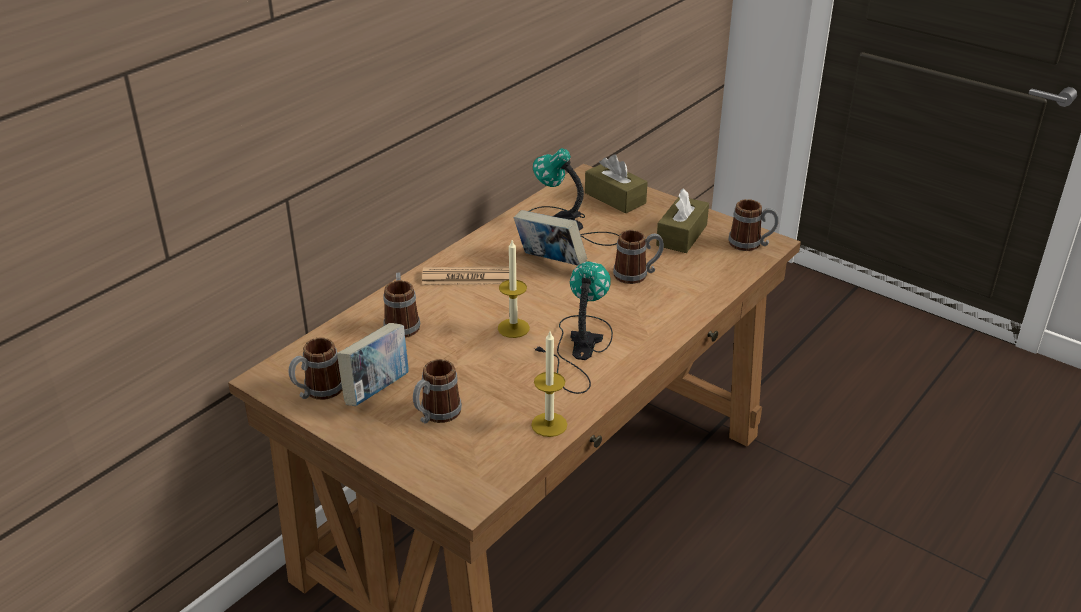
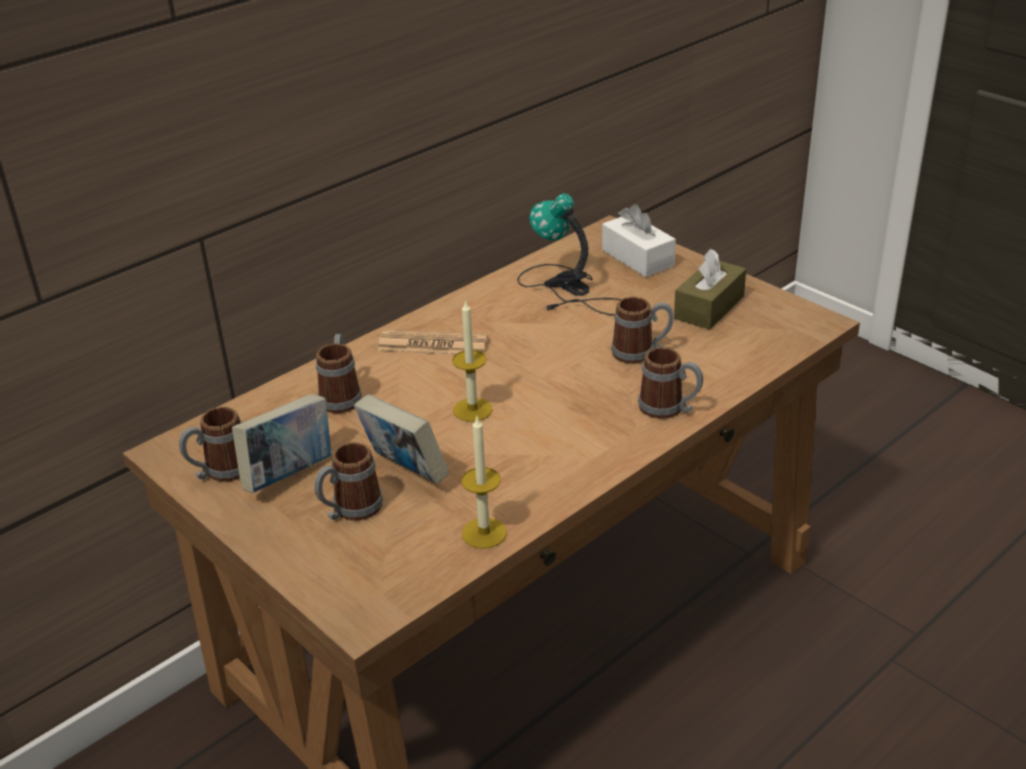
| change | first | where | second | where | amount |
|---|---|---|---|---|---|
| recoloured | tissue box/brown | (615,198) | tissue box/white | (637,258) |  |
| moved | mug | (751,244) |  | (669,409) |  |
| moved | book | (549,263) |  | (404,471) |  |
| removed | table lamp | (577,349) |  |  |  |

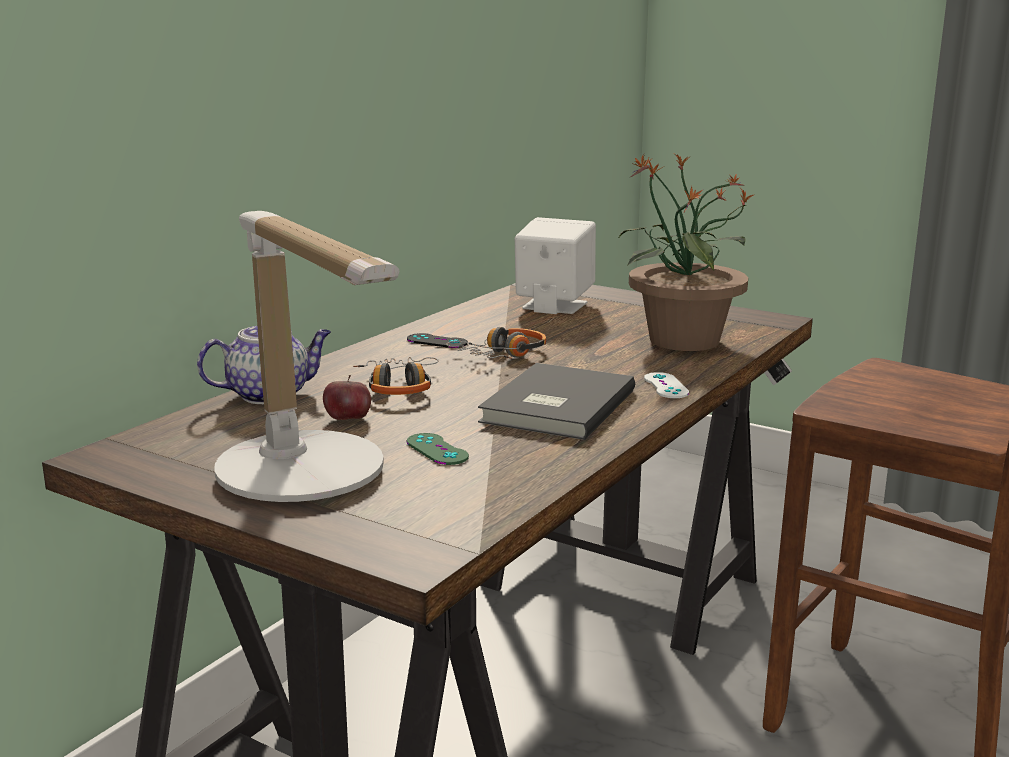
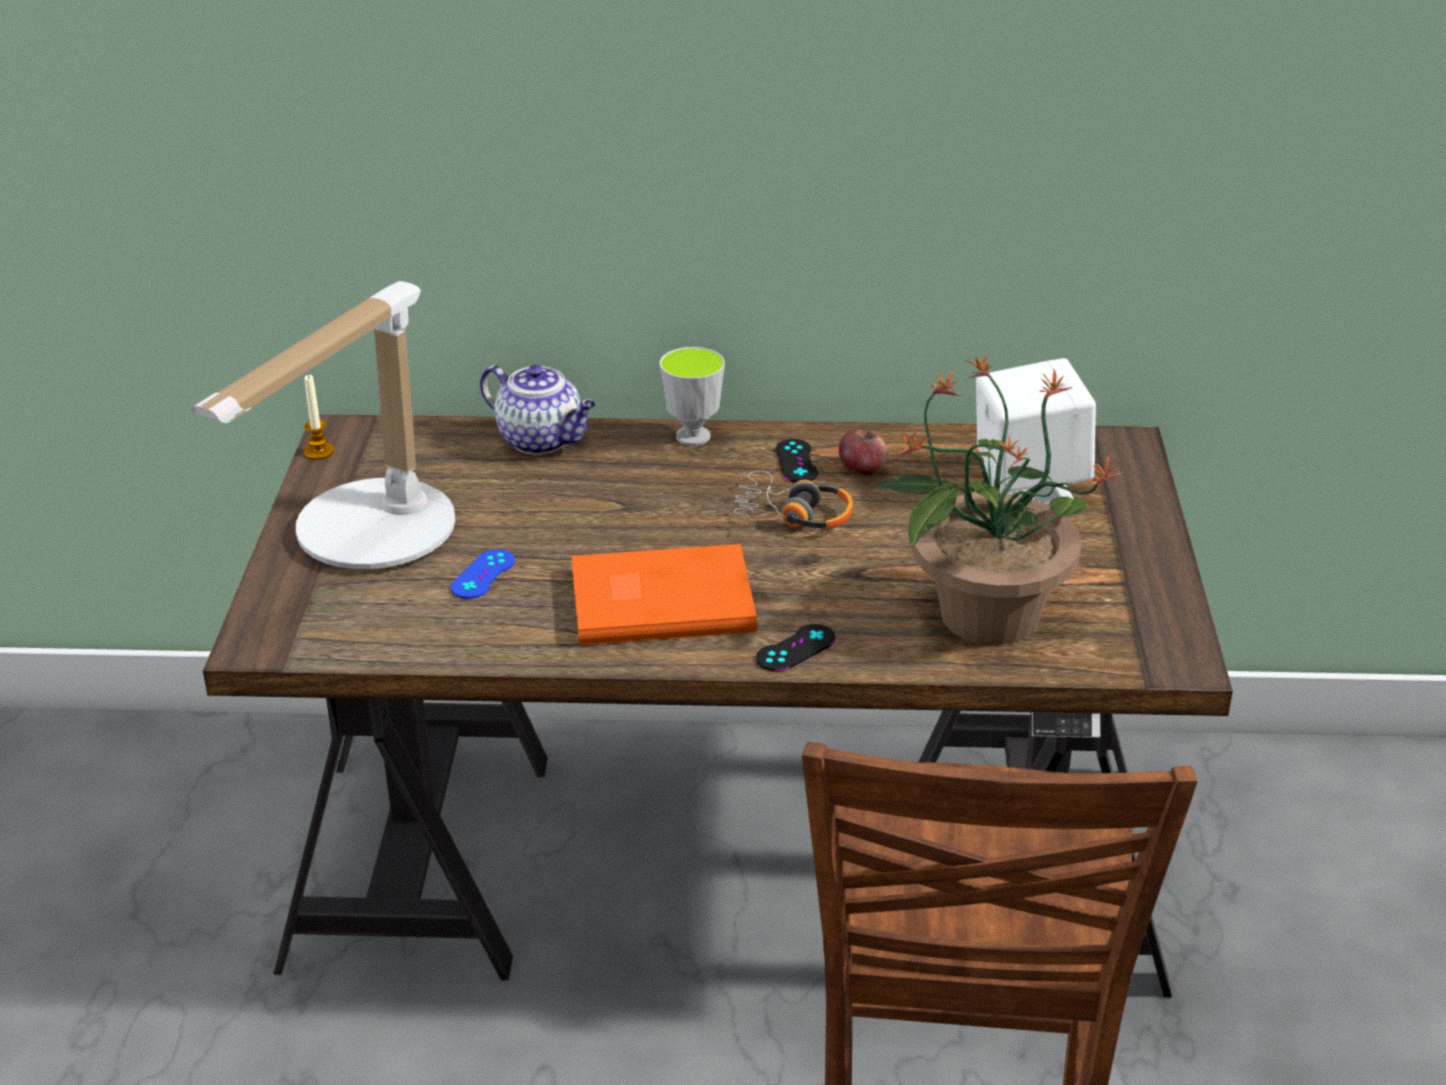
| change | first | where | second | where | amount |
|---|---|---|---|---|---|
| removed | headphones | (399,387) |  |  |  |
| recoloured | book/grey | (554,406) | book/orange | (659,598) |  |
| recoloured | game controller/white | (666,386) | game controller/black | (796,648) |  |
| moved | apple | (348,419) |  | (862,470) |  |
| recoloured | game controller/green | (437,449) | game controller/blue | (483,574) |  |
| added |  |  | cup | (693,436) |  |
| added |  |  | candle | (319,452) |  |

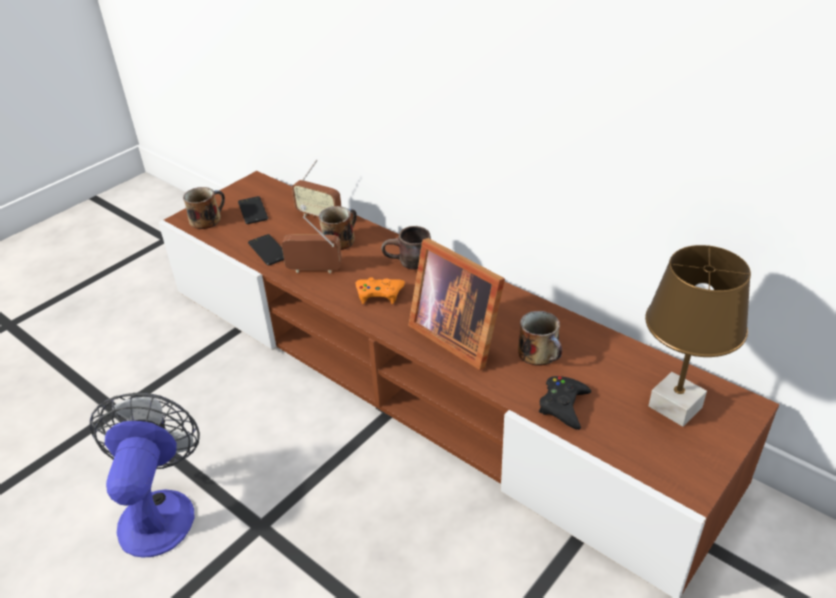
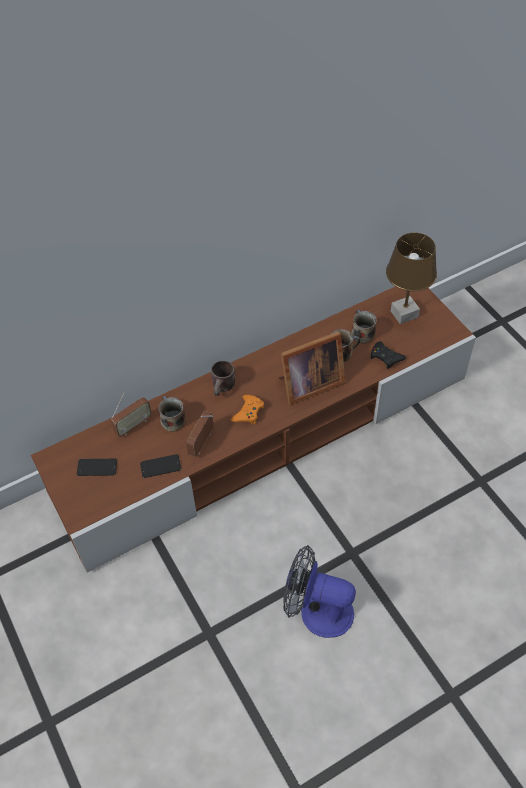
| change | first | where | second | where | amount |
|---|---|---|---|---|---|
| moved | mug | (207,219) |  | (362,333) |  |

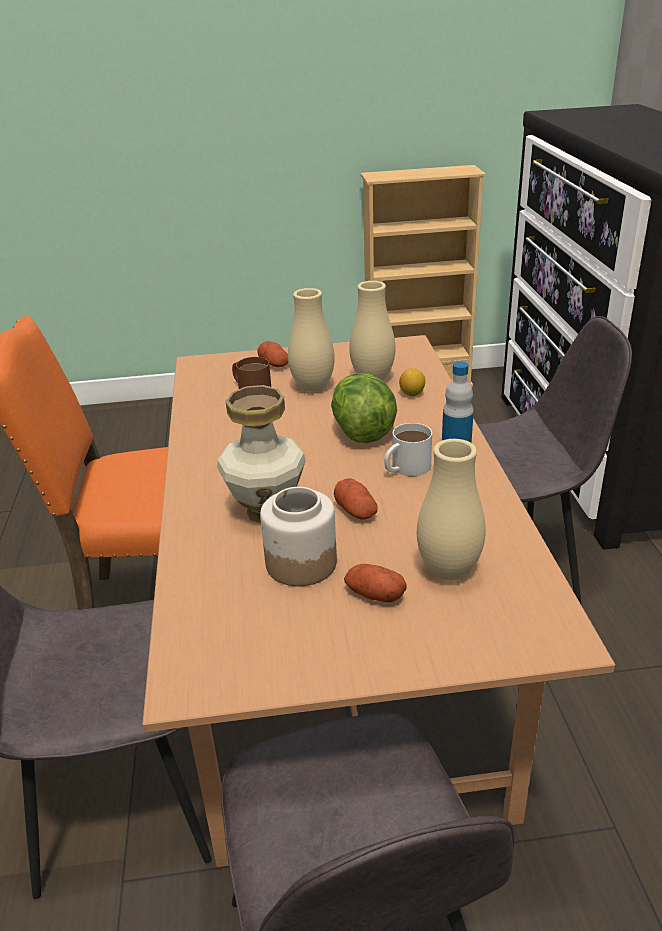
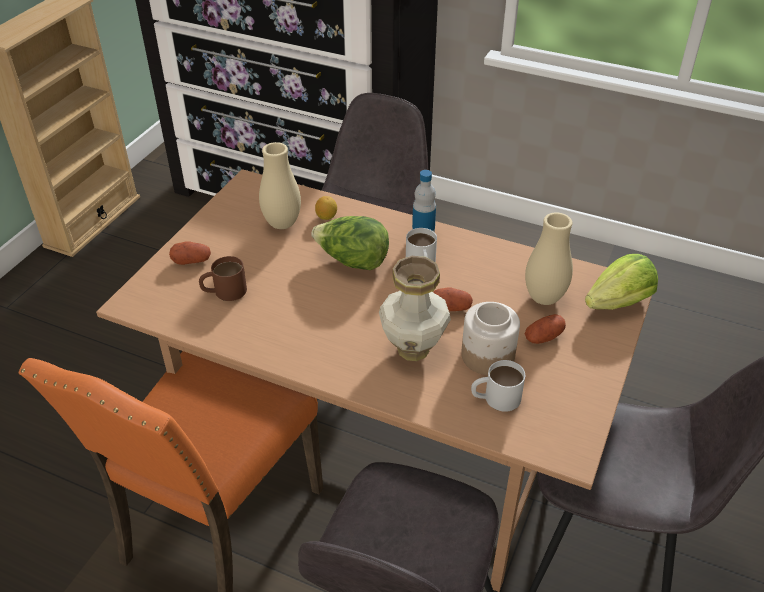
| change | first | where | second | where | amount |
|---|---|---|---|---|---|
| removed | vase/beige | (313,388) |  |  |  |
| added |  |  | lettuce | (618,302) |  |
| added |  |  | mug/white | (495,398) |  |

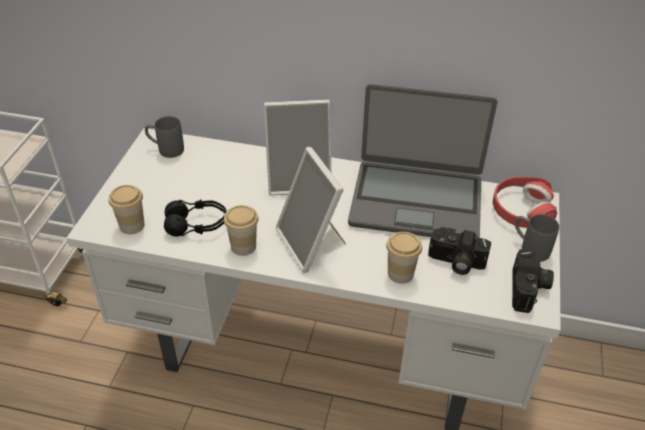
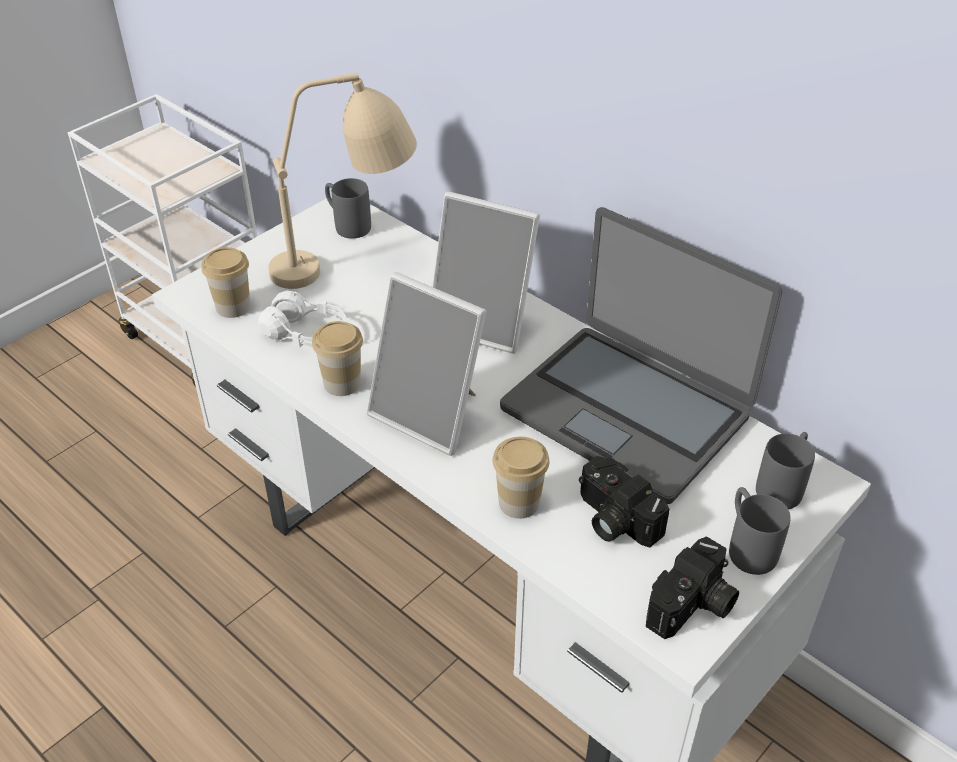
| change | first | where | second | where | amount |
|---|---|---|---|---|---|
| turned | picture frame | (312,244) |  | (431,414) | 60 degrees counterclockwise |
| replaced | headphones/red | (521,210) | mug/grey | (783,485) |  |
| recoloured | headphones/black | (197,225) | headphones/white | (308,334) |  |
| added |  |  | table lamp/beige | (350,265) |  |

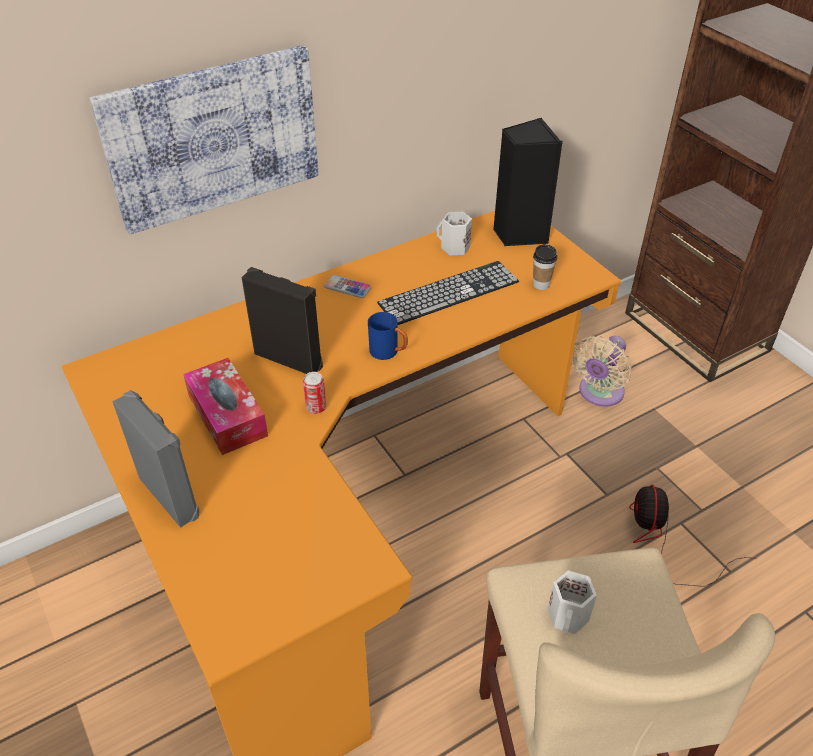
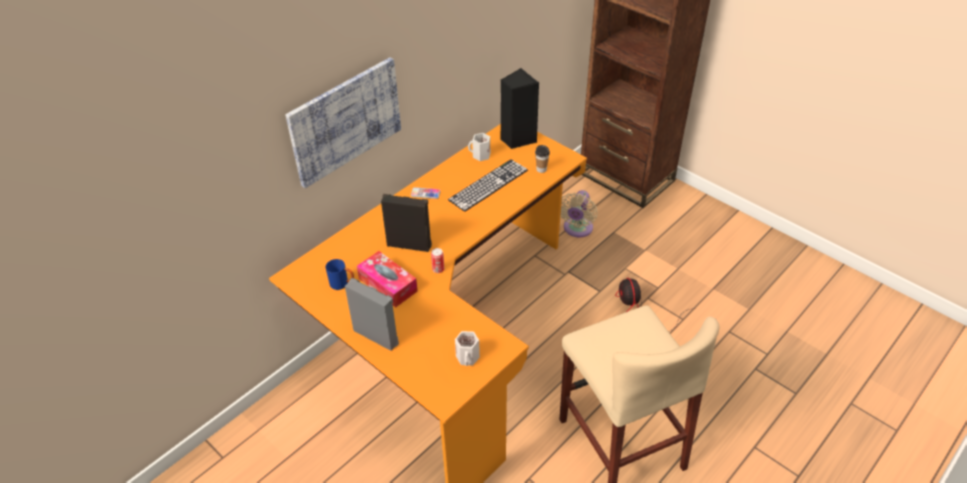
| change | first | where | second | where | amount |
|---|---|---|---|---|---|
| moved | mug/blue | (388,352) |  | (342,284) |  |
| moved | mug/white | (569,617) |  | (468,357) |  |

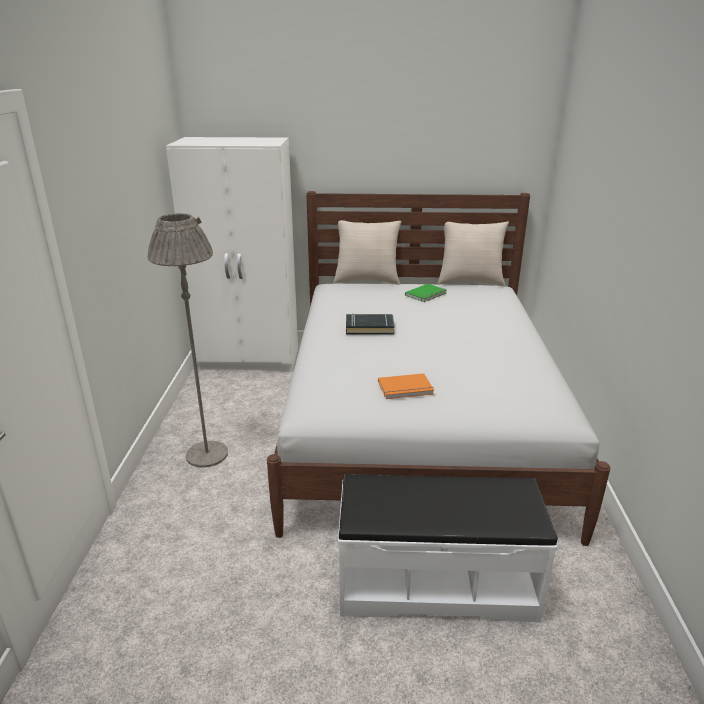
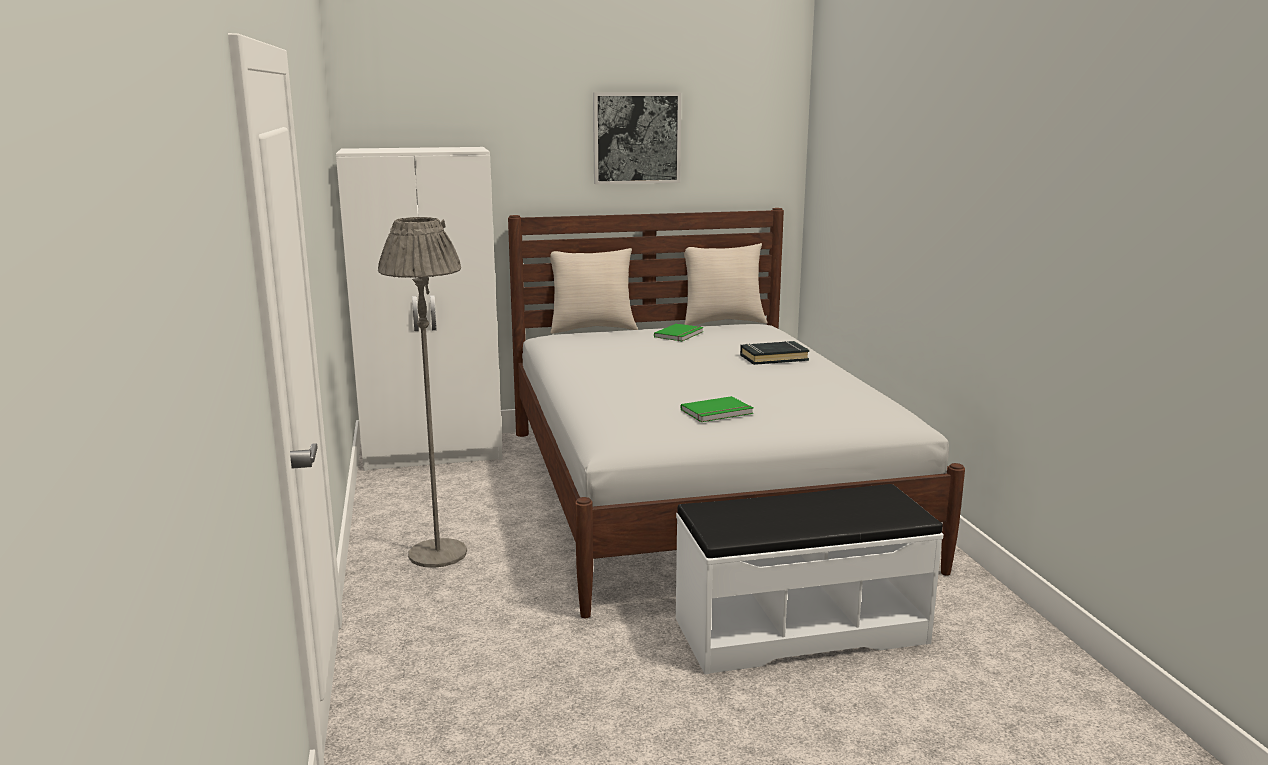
| change | first | where | second | where | amount |
|---|---|---|---|---|---|
| moved | book/black | (369,328) |  | (773,357) |  |
| recoloured | book/orange | (406,389) | book/green | (718,412) |  |
| added |  |  | picture | (636,138) |  |

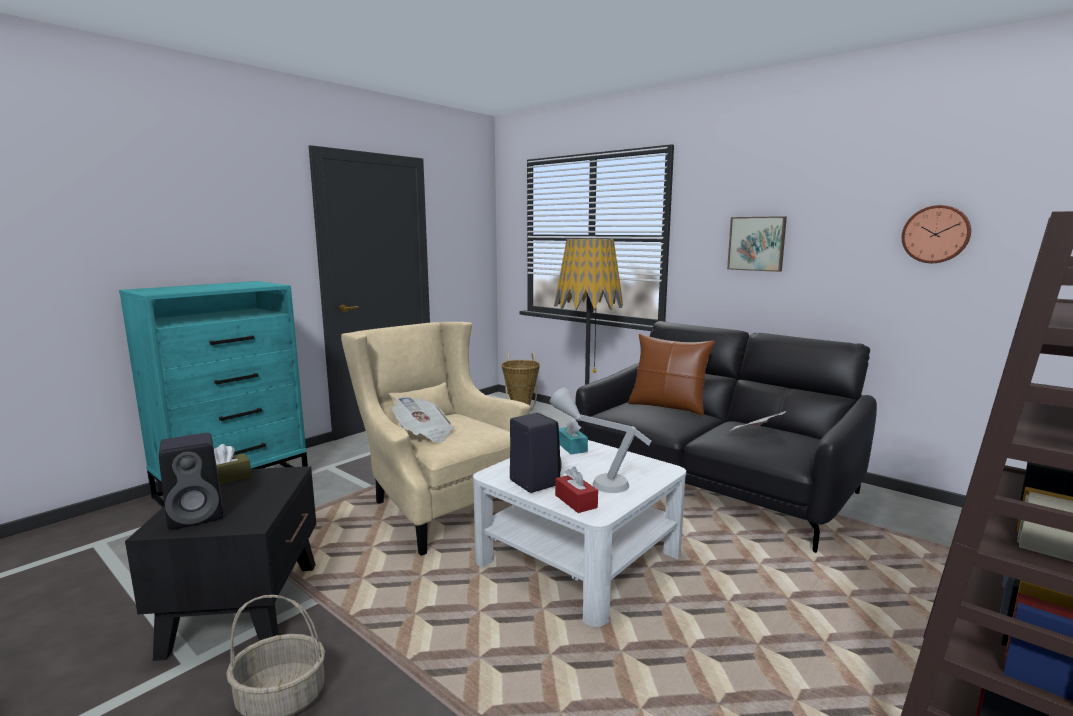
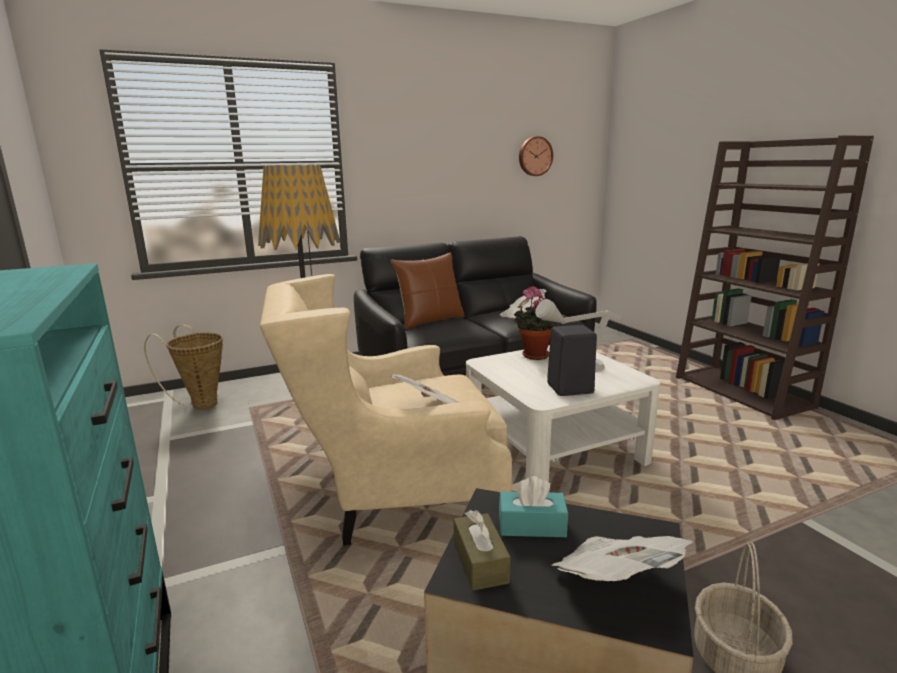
| change | first | where | second | where | amount |
|---|---|---|---|---|---|
| removed | picture | (757,243) |  |  |  |
| moved | tissue box/turquoise | (571,447) |  | (532,525) |  |
| replaced | speaker/black | (198,515) | newspaper | (615,582) |  |
| removed | tissue box/red | (576,501) |  |  |  |
| added |  |  | potted plant | (533,355) |  |

